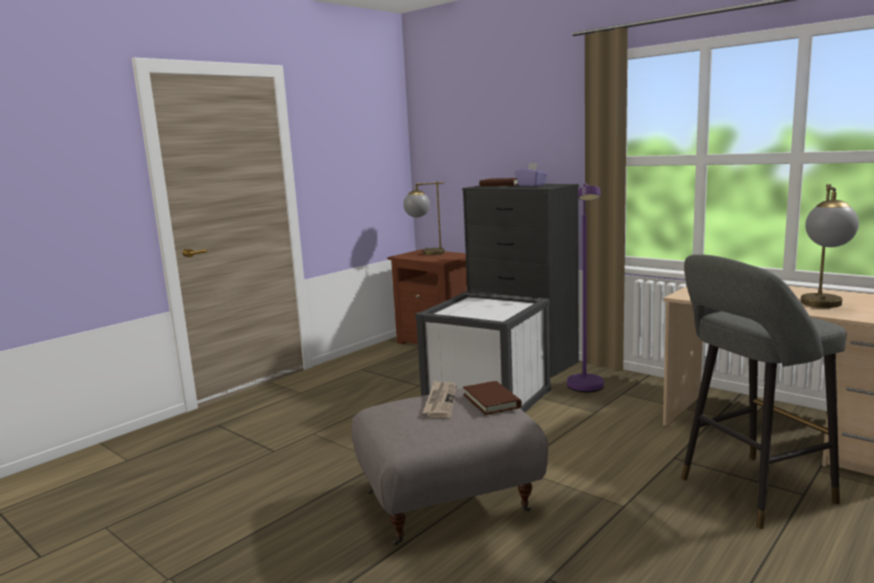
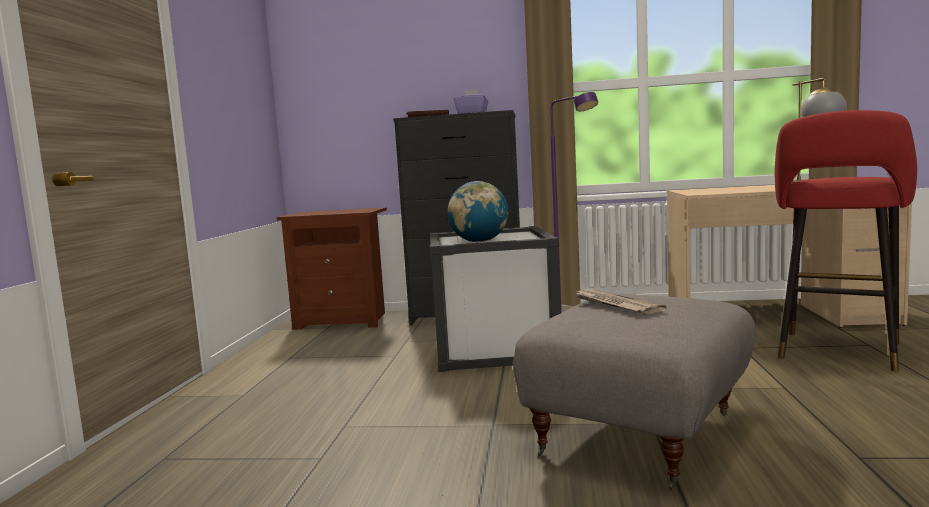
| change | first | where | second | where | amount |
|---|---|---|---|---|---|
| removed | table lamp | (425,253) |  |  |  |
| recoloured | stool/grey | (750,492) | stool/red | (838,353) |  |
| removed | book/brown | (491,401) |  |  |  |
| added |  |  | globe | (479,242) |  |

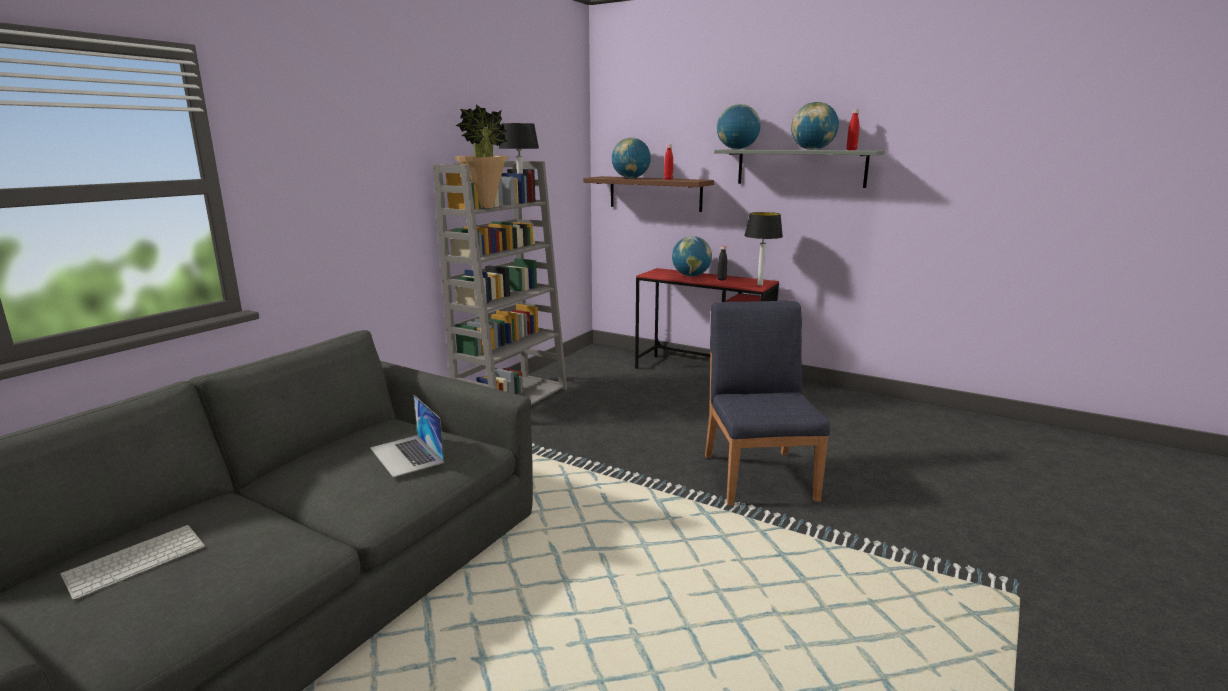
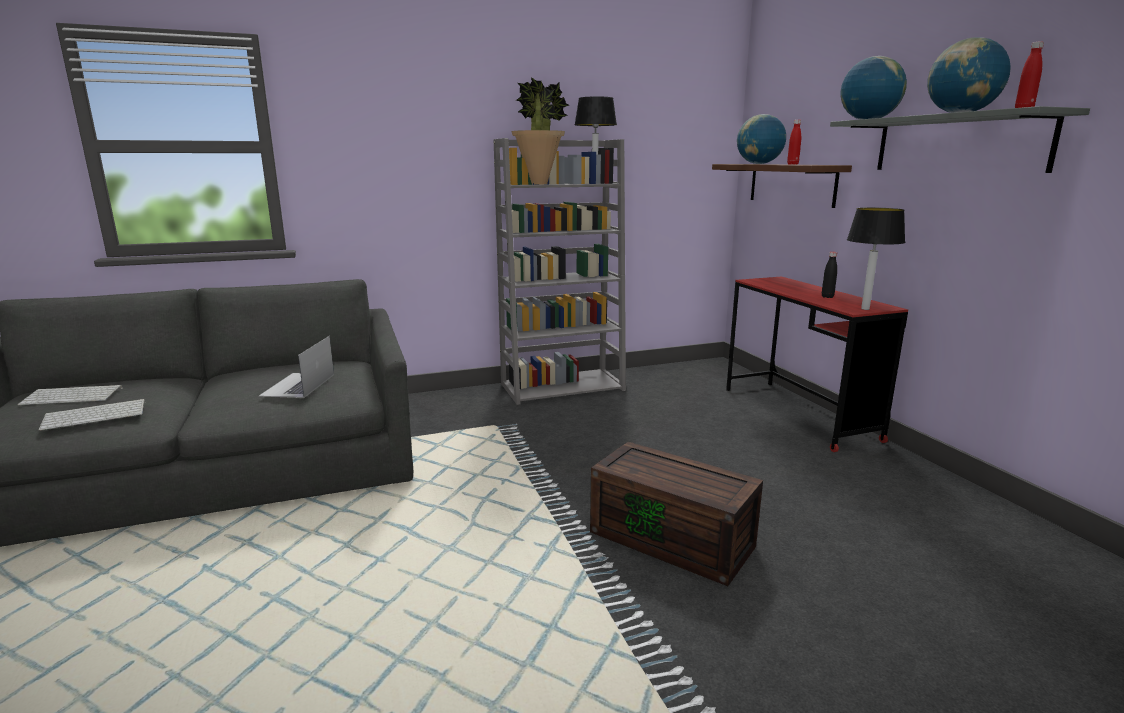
| change | first | where | second | where | amount |
|---|---|---|---|---|---|
| removed | globe | (691,276) |  |  |  |
| replaced | chair/blue | (759,476) | storage box/brown | (674,539) |  |
| added |  |  | keyboard | (96,415) |  |

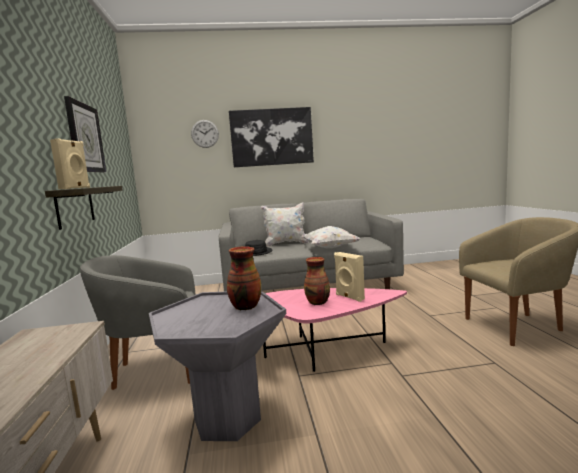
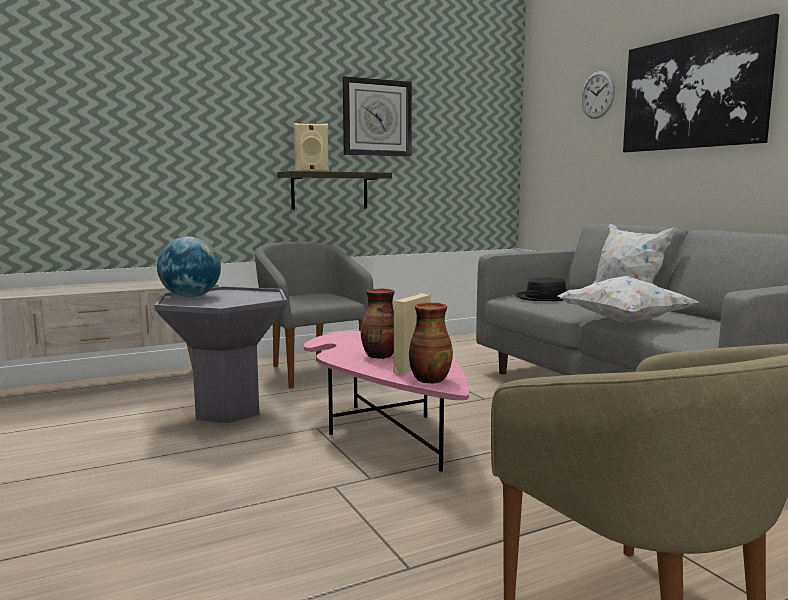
| change | first | where | second | where | amount |
|---|---|---|---|---|---|
| moved | vase | (245,307) |  | (429,379) |  |
| added |  |  | globe | (191,297) |  |

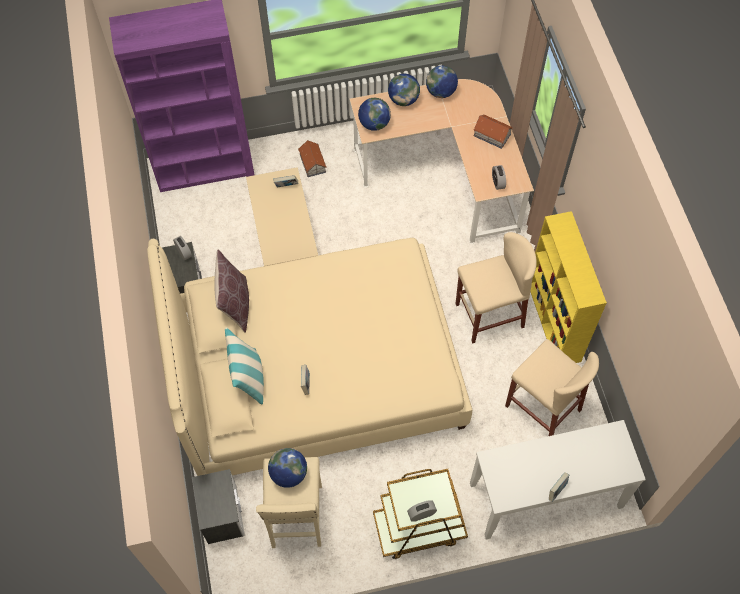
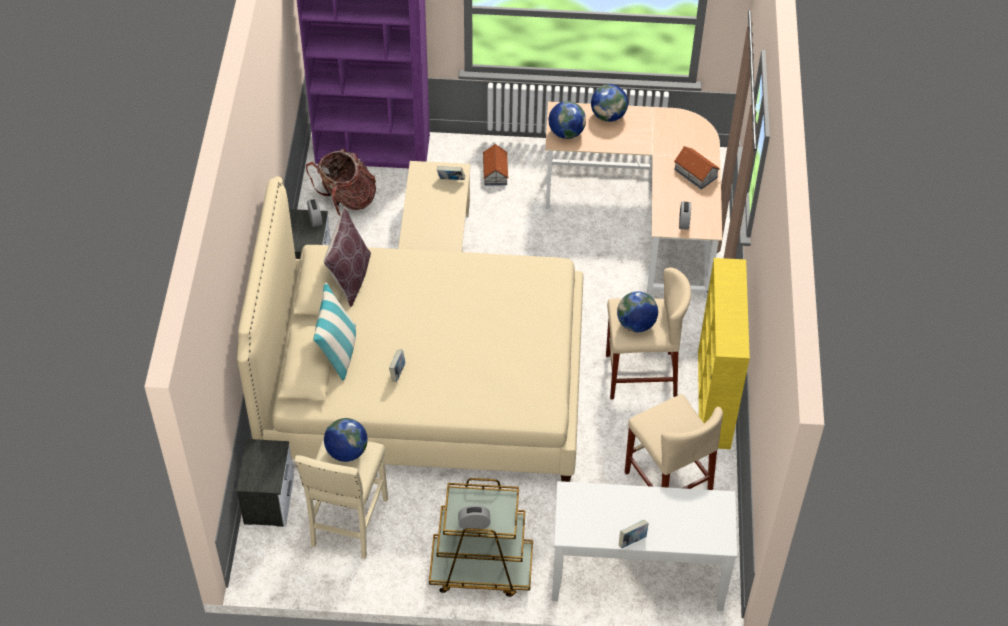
| change | first | where | second | where | amount |
|---|---|---|---|---|---|
| moved | globe | (440,92) |  | (636,324) |  |
| added |  |  | backpack | (347,200) |  |

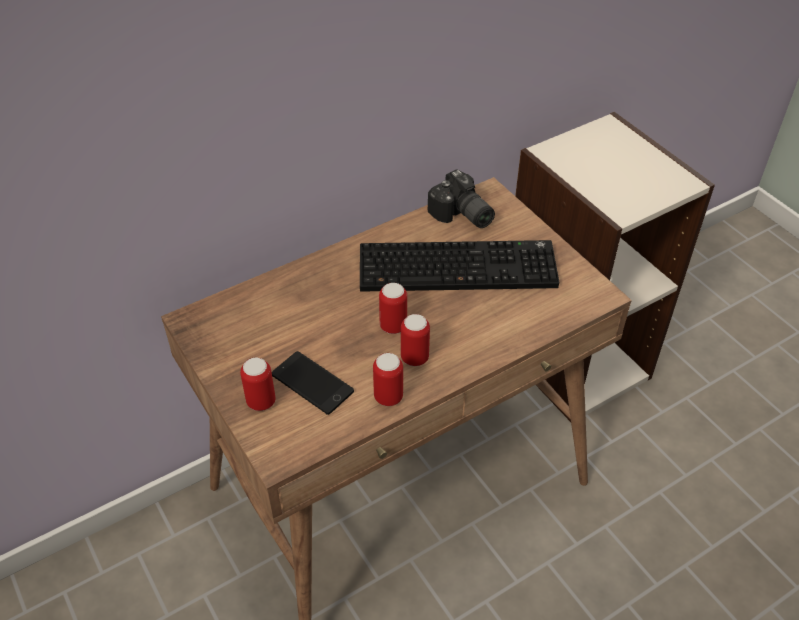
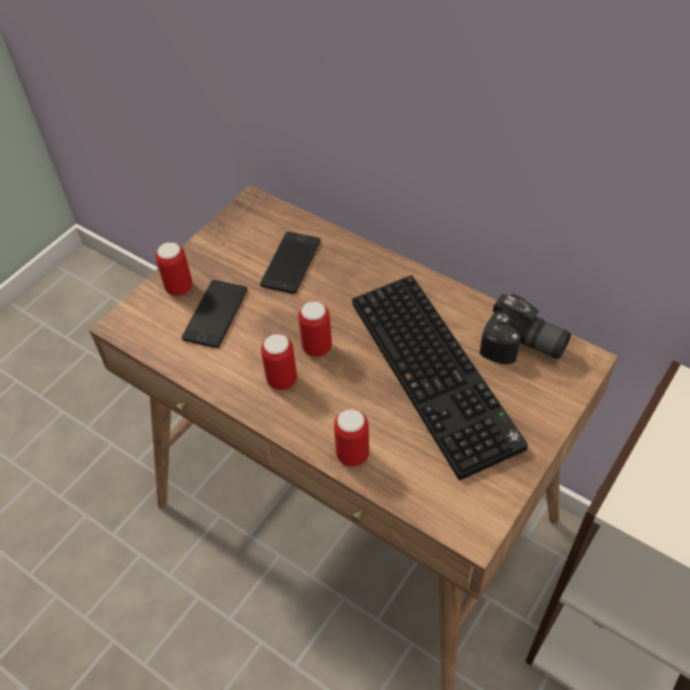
| change | first | where | second | where | amount |
|---|---|---|---|---|---|
| turned | photo camera | (461,216) |  | (522,347) | 90 degrees counterclockwise |
| moved | can | (388,397) |  | (352,454) |  |
| added |  |  | phone | (291,263) |  |

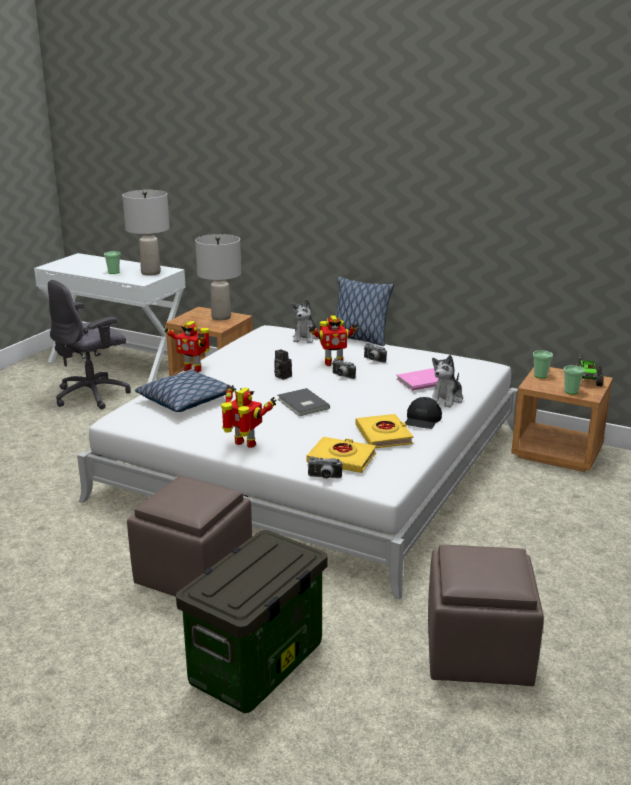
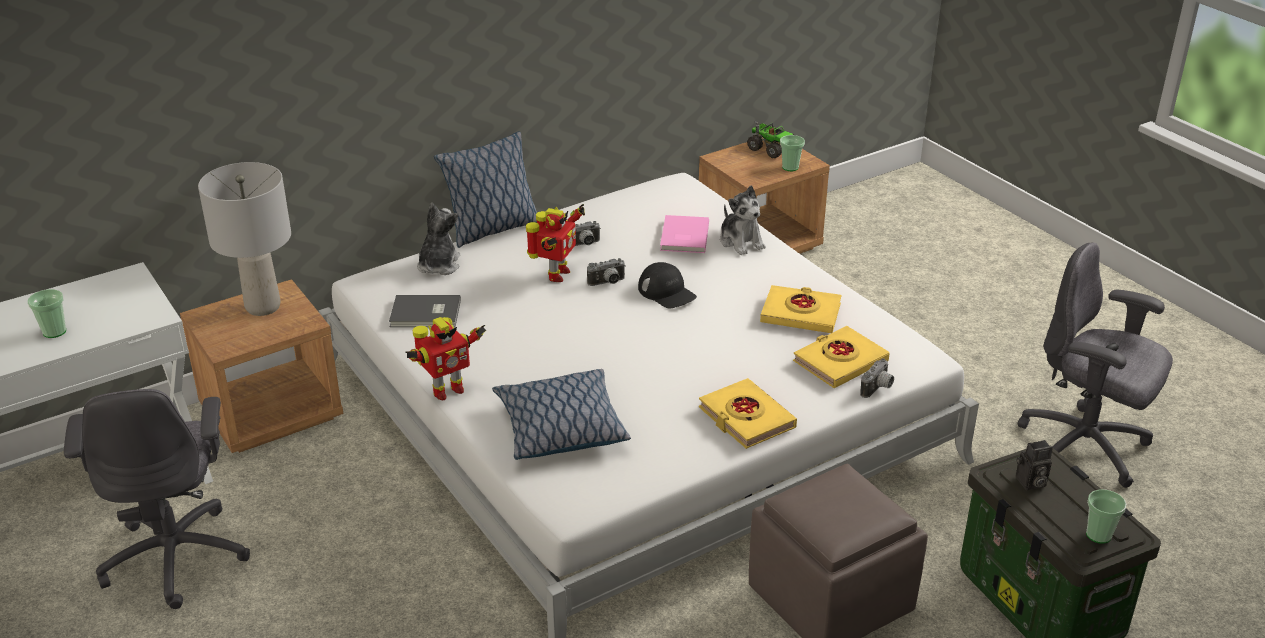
| change | first | where | second | where | amount |
|---|---|---|---|---|---|
| removed | table lamp/grey | (150,273) |  |  |  |
| turned | plush toy | (305,338) |  | (438,266) | 120 degrees counterclockwise |
| moved | photo camera | (281,376) |  | (1030,483) |  |
| moved | cup | (540,375) |  | (1098,535) |  |
| replaced | toy robot | (245,444) | book/yellow | (746,418) |  |
| moved | book/grey | (302,404) |  | (426,314) |  |
| moved | cap/black | (422,419) |  | (667,292) |  |
| replaced | ottoman/brown | (479,651) | office chair/grey | (1085,448) |  |

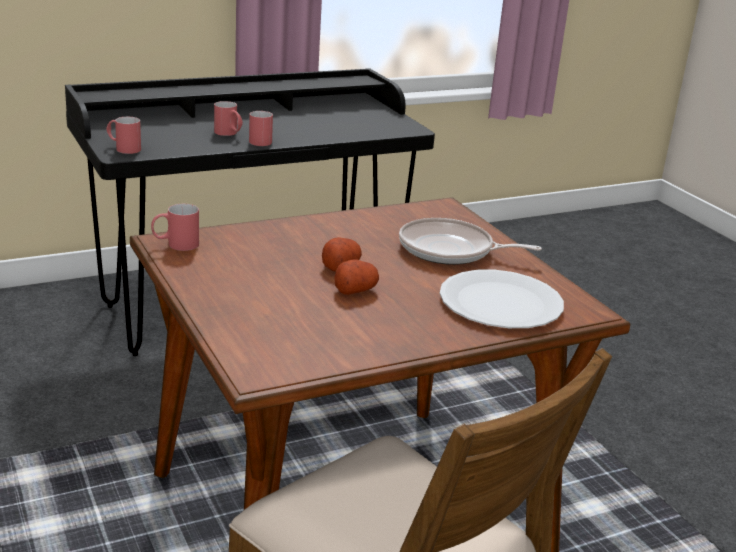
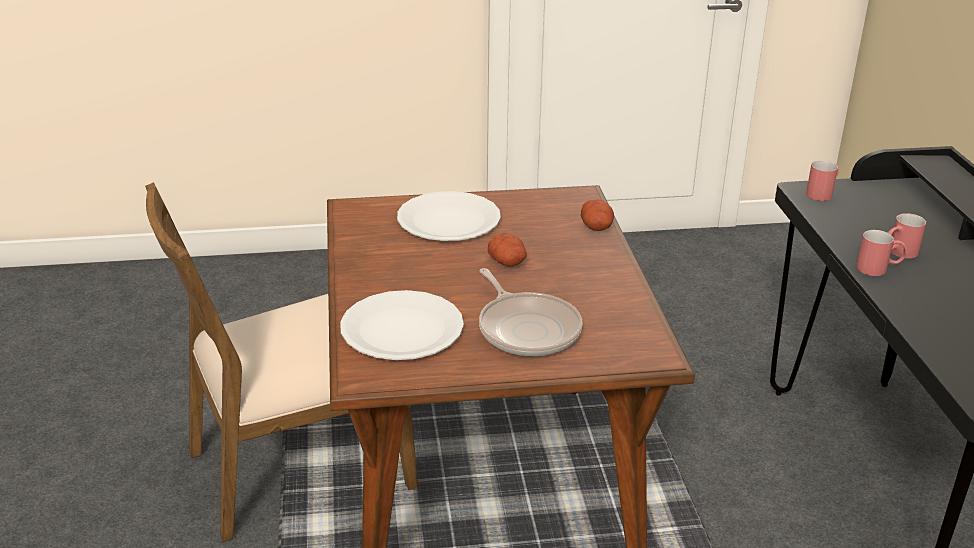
| change | first | where | second | where | amount |
|---|---|---|---|---|---|
| removed | mug/red | (175,245) |  |  |  |
| turned | frying pan | (450,250) |  | (527,329) | 120 degrees clockwise |
| moved | potato | (355,289) |  | (597,227) |  |
| added |  |  | plate/white | (448,219) |  |

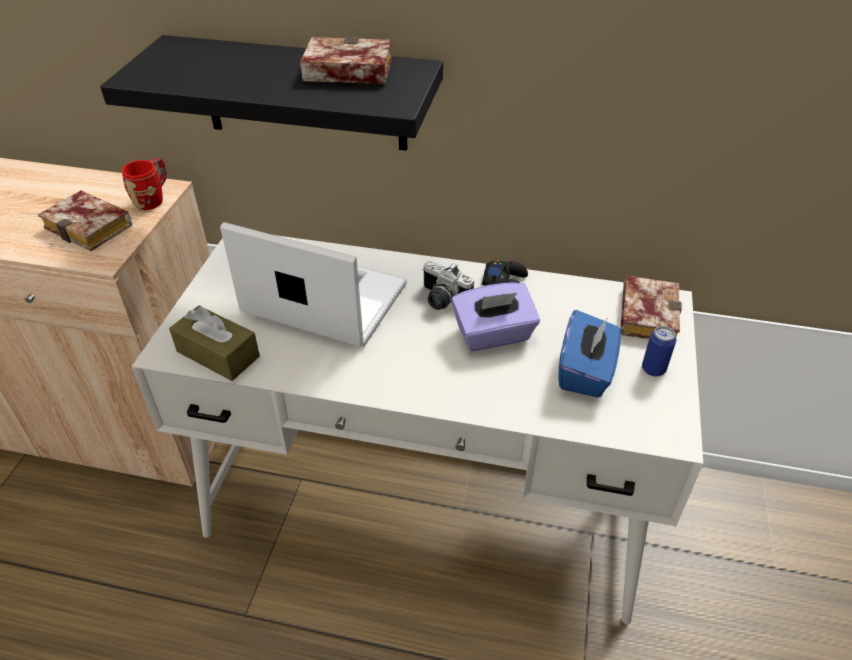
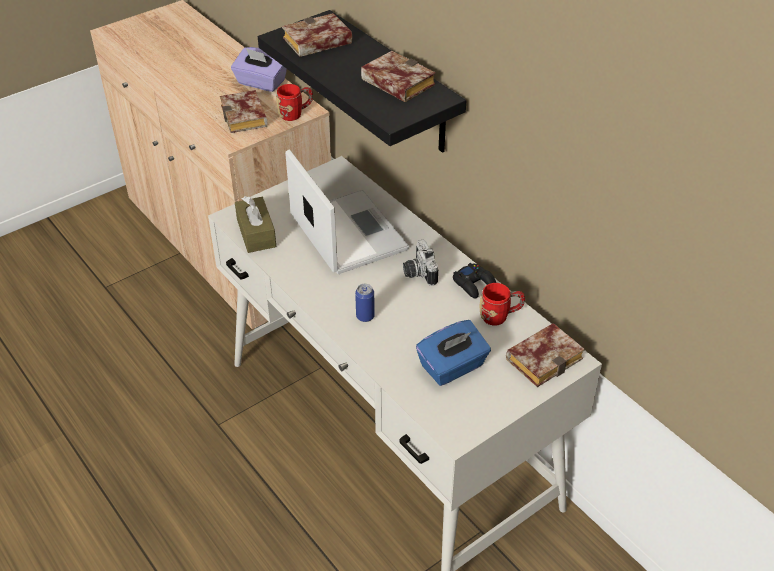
| change | first | where | second | where | amount |
|---|---|---|---|---|---|
| moved | tissue box/purple | (493,335) |  | (261,83) |  |
| moved | can | (653,369) |  | (365,316) |  |
| added |  |  | book | (315,43) |  |
| added |  |  | mug/red | (500,316) |  |

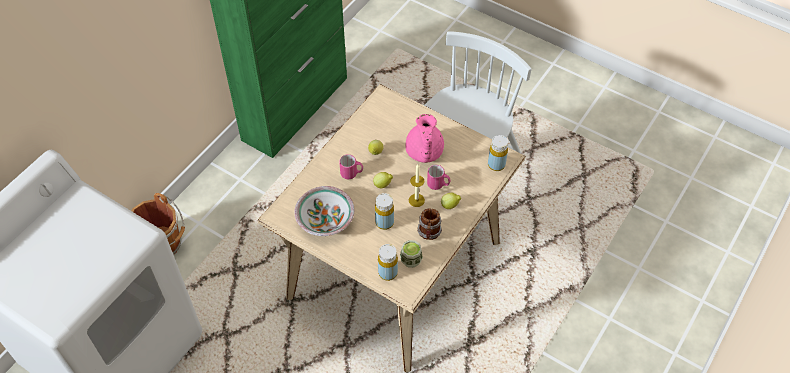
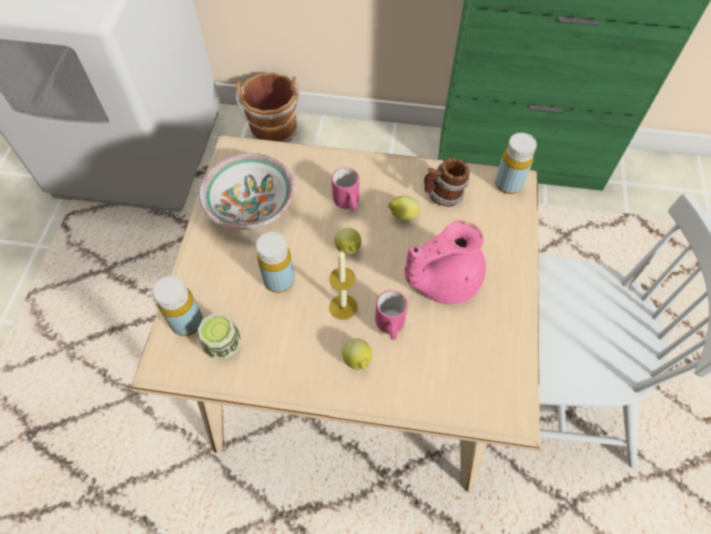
| change | first | where | second | where | amount |
|---|---|---|---|---|---|
| moved | bottle/yellow | (496,165) |  | (508,184) |  |
| moved | mug | (429,233) |  | (443,196) |  |

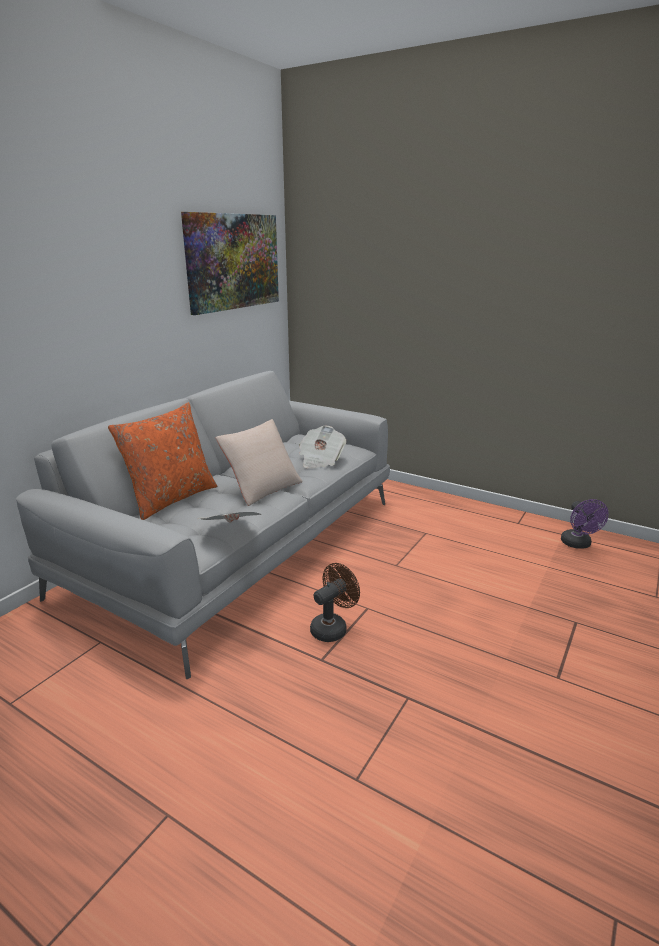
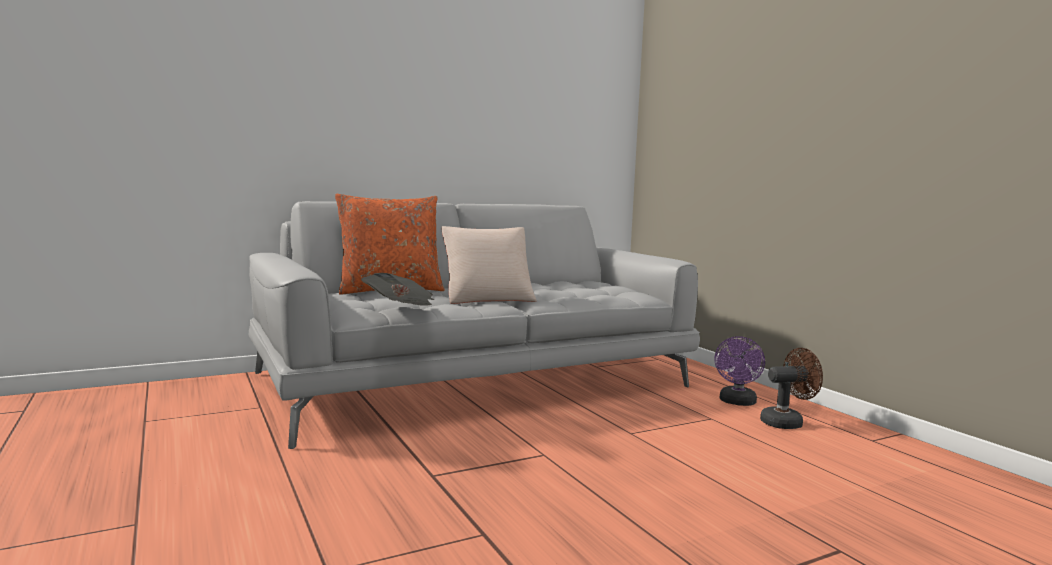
| change | first | where | second | where | amount |
|---|---|---|---|---|---|
| removed | picture | (233,262) |  |  |  |
| removed | newspaper | (320,460) |  |  |  |
| moved | fan/purple | (578,545) |  | (737,402) |  |
| moved | fan/brown | (332,627) |  | (787,422) |  |

